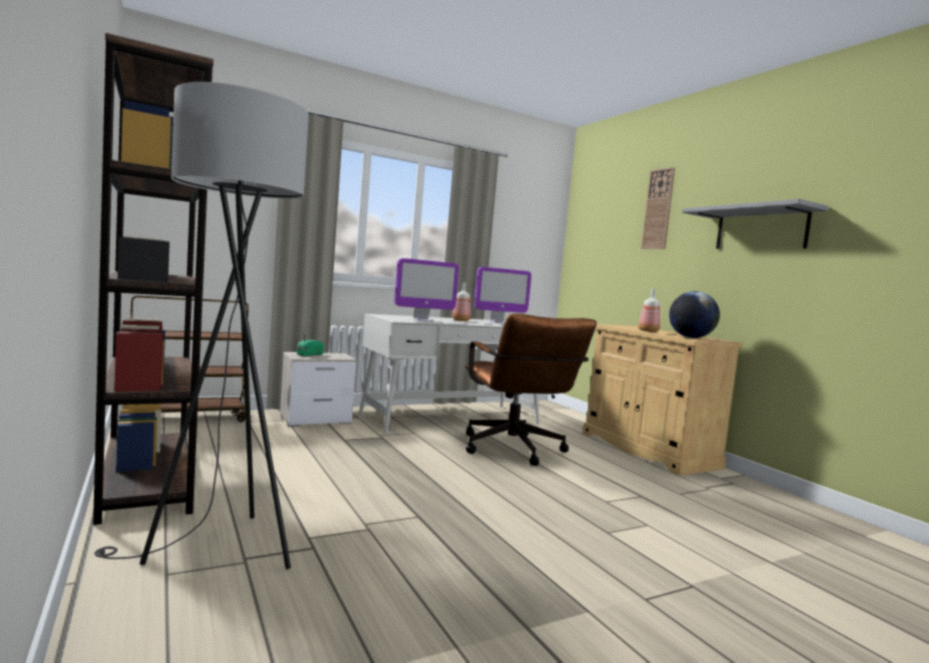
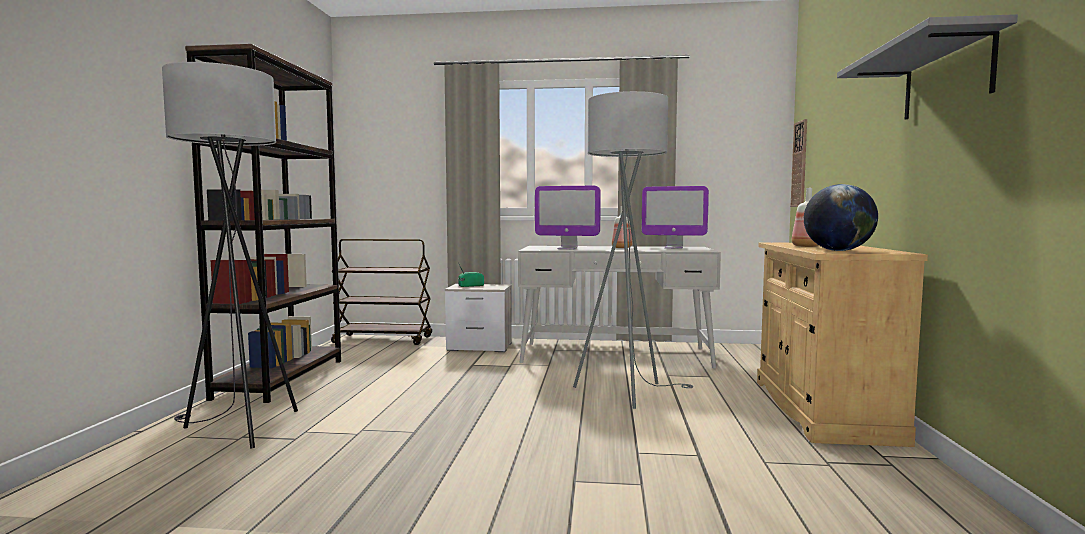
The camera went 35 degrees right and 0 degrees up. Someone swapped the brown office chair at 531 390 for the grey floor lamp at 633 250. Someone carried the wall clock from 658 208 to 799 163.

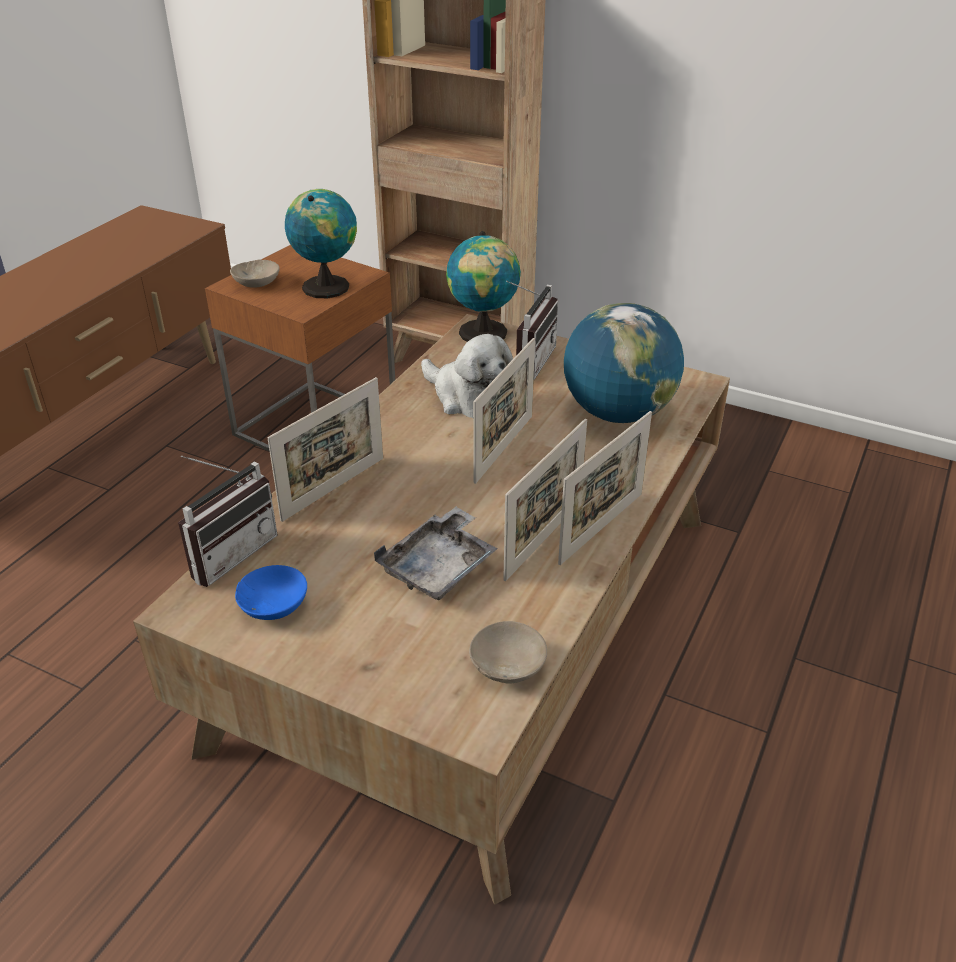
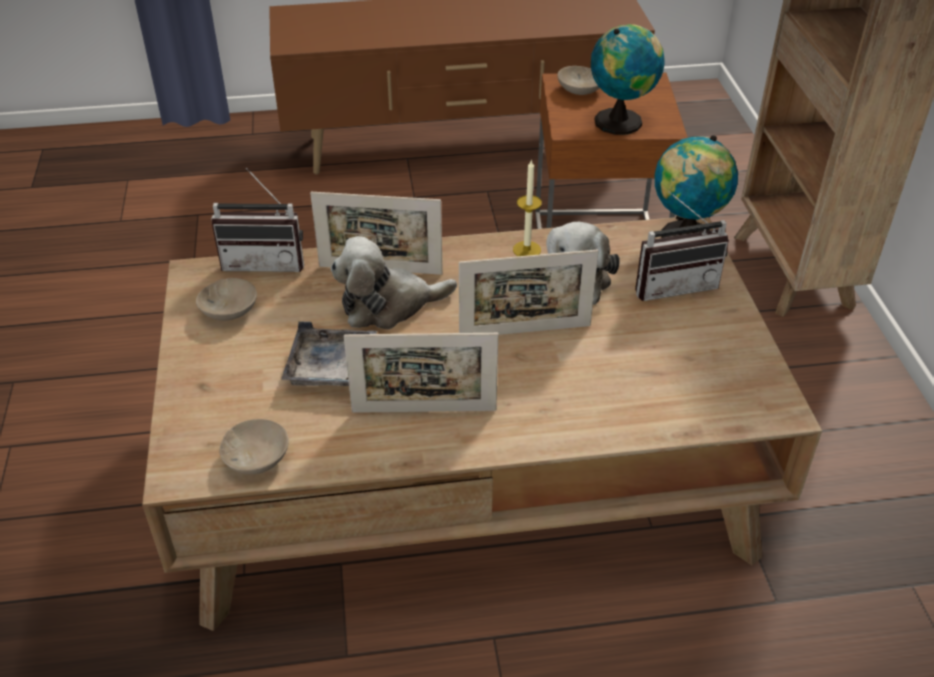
The camera went 55 degrees right and 5 degrees up. Someone repainted the blue bowl at 271 592, which became the beige bowl at 226 299. Someone took away the picture frame at 605 488. Someone took away the globe at 624 363. Someone put down the plush toy at 394 282. Someone put down the candle at 527 207.

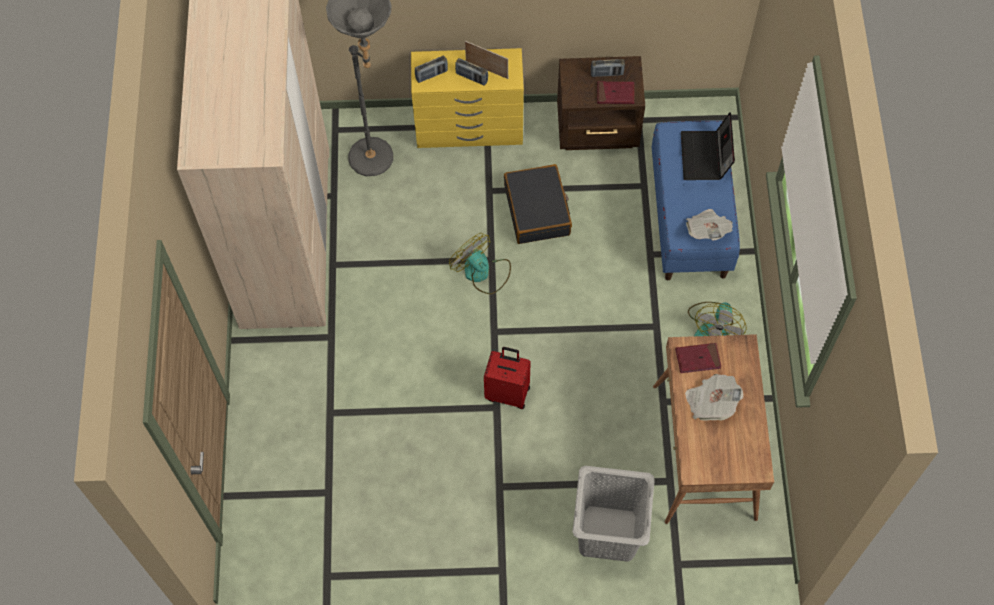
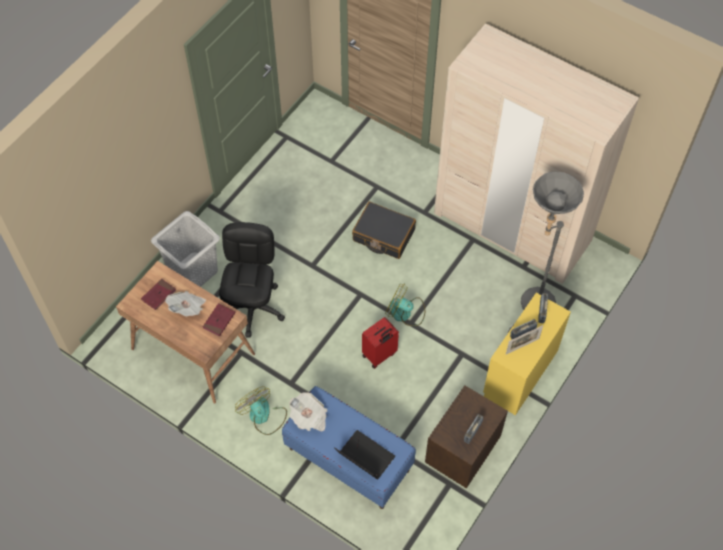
The camera went 125 degrees right and 5 degrees down. Someone rotated the fan at 480 263 by 150 degrees counterclockwise. Someone carried the red suitcase from 507 378 to 380 343. Someone carried the black suitcase from 538 204 to 384 230. Someone carried the red book from 616 92 to 158 294. Someone put down the black office chair at 252 280.

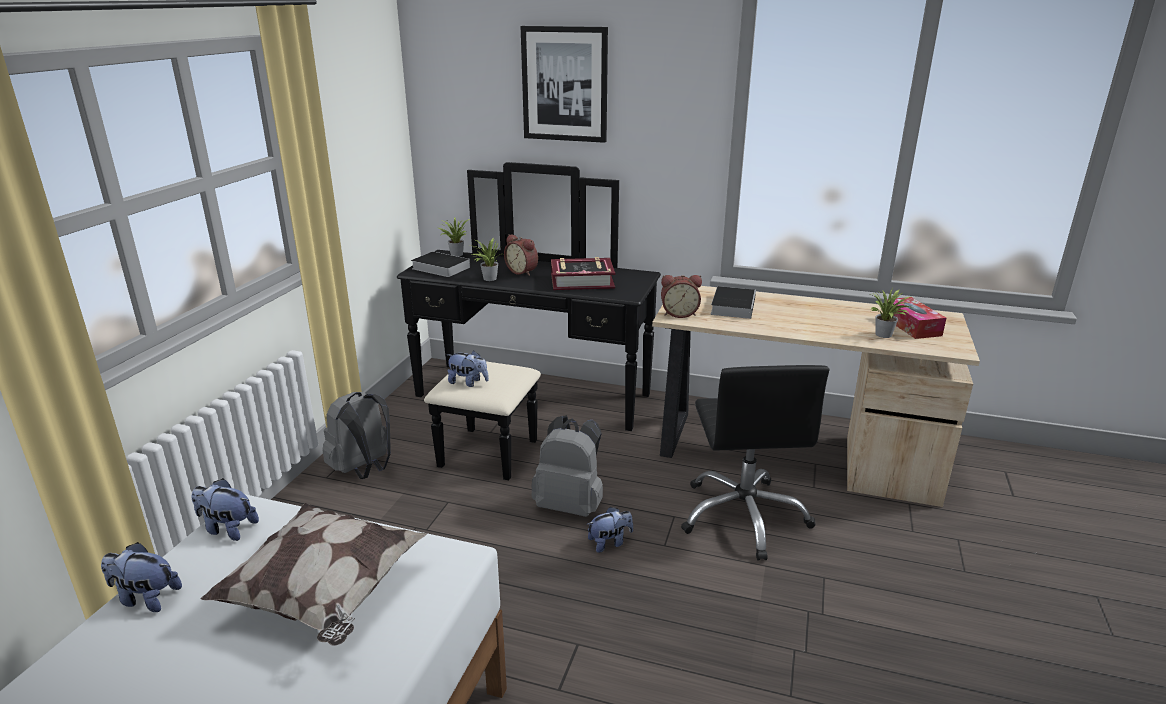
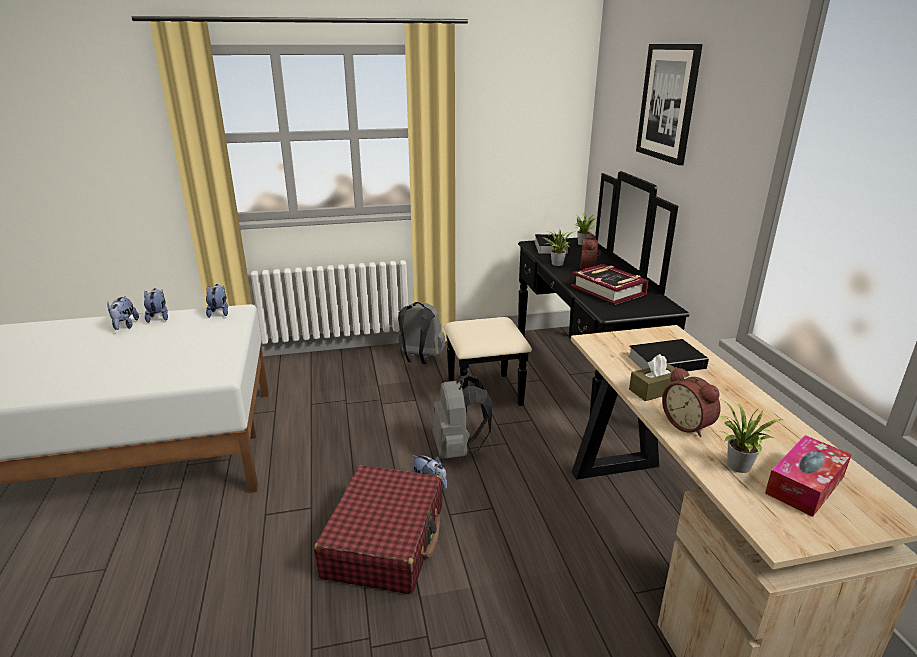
The camera went 60 degrees right and 0 degrees up. Someone took away the pillow at 314 574. Someone carried the plush toy from 468 369 to 123 313. Someone carried the alarm clock from 681 296 to 691 402. Someone took away the black office chair at 755 463. Someone put down the red suitcase at 378 529. Someone put down the brown tissue box at 656 377.

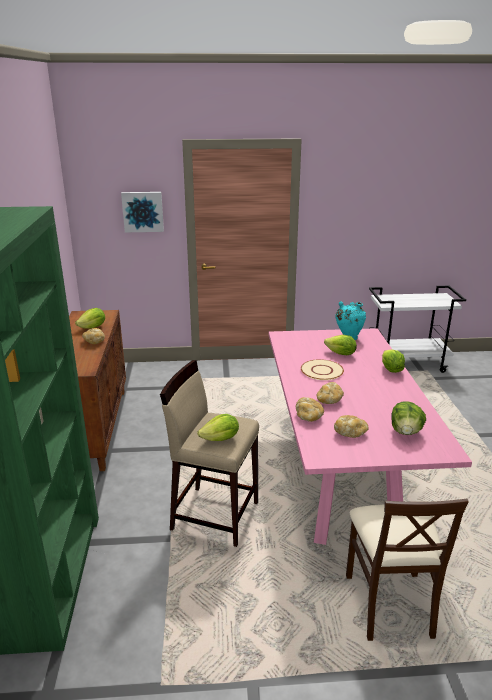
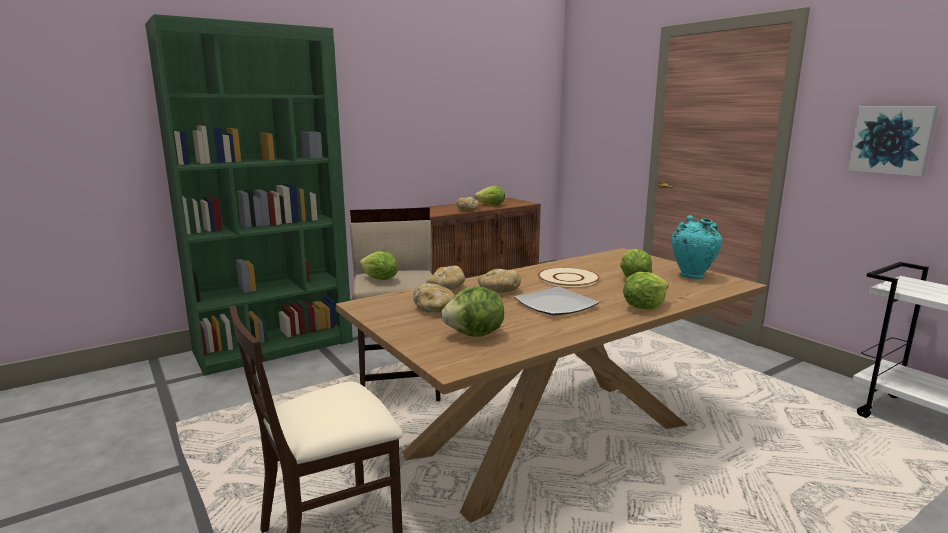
The camera went 60 degrees right and 10 degrees down. Someone carried the picture from 142 212 to 893 141. Someone repainted the pink dining table at 370 436, which became the brown dining table at 551 385. Someone put down the plate at 556 300.

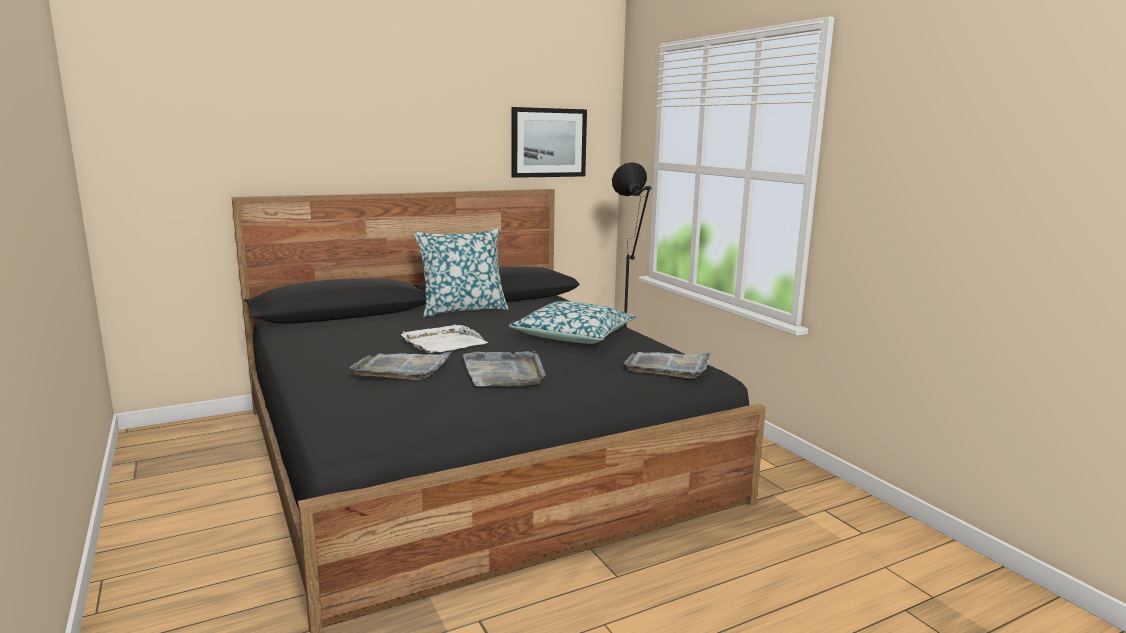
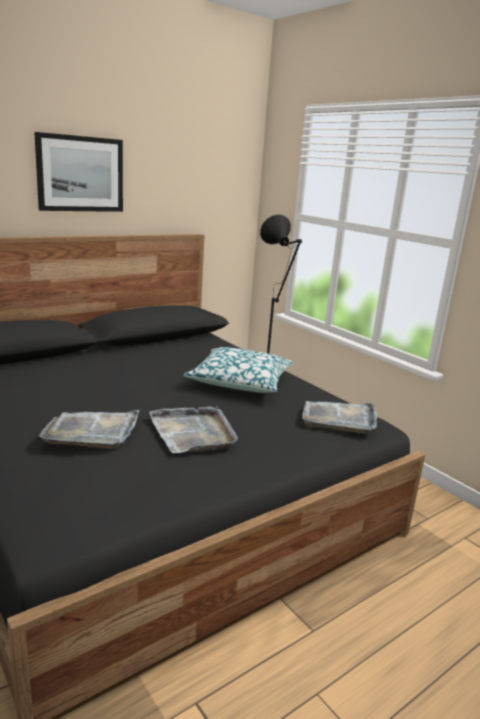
The camera went 10 degrees left and 5 degrees up. Someone took away the white tray at 444 339. Someone took away the pillow at 461 272. Someone carried the picture from 549 142 to 78 172.

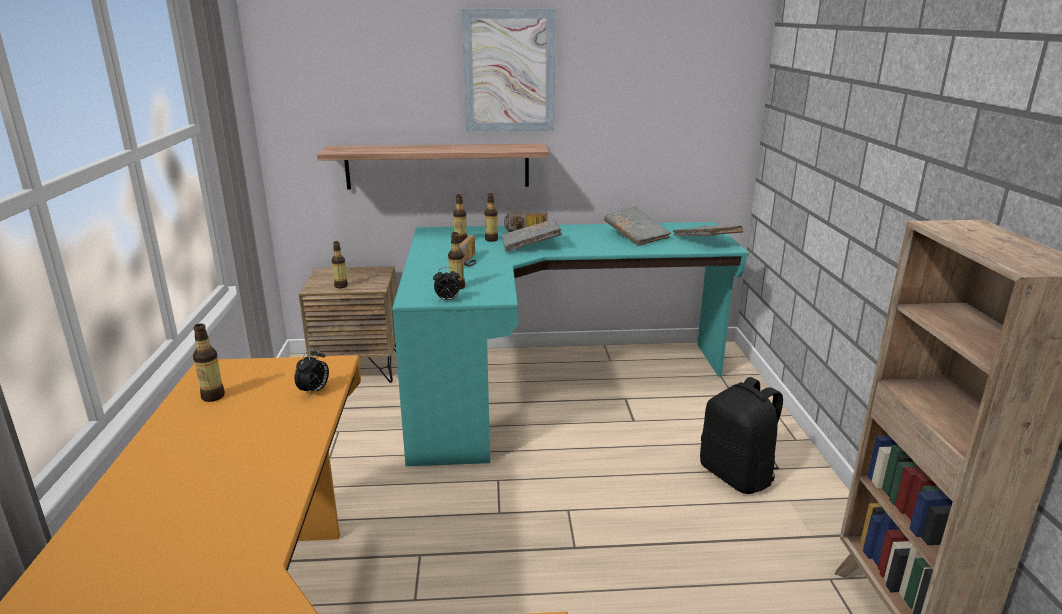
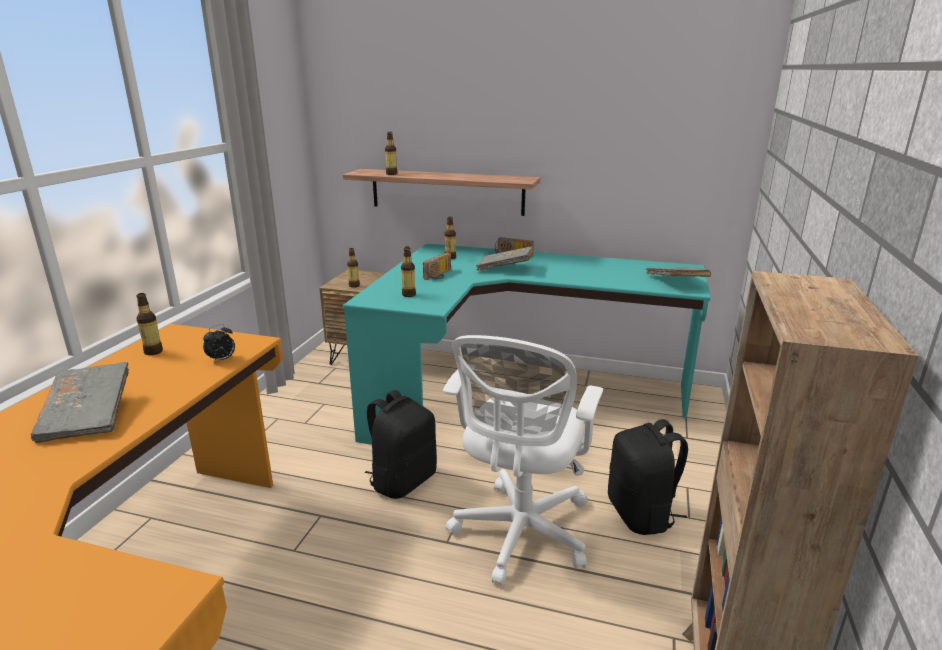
The camera went 20 degrees right and 0 degrees up. Someone took away the alarm clock at 446 284. Someone took away the picture at 509 70. Someone carried the bottle from 491 217 to 391 153. Someone carried the grey book from 637 226 to 80 402. Someone put down the black backpack at 401 444. Someone put down the white office chair at 523 460.

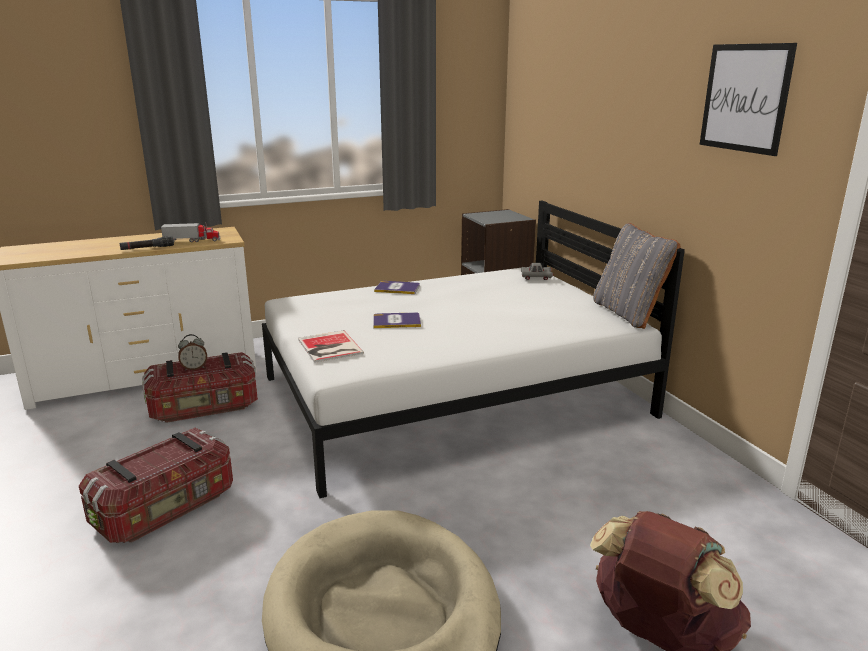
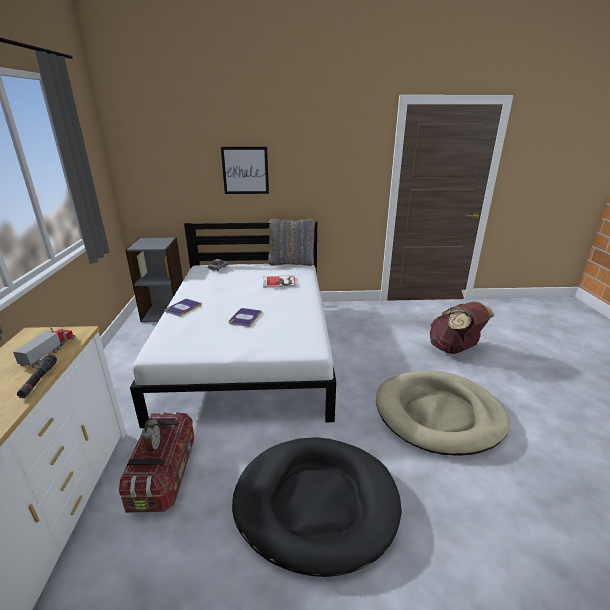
The camera went 70 degrees left and 5 degrees up. Someone swapped the storage box at 156 485 for the black dog bed at 317 507. Someone carried the book from 331 346 to 279 281. Someone carried the picture from 748 99 to 245 170.

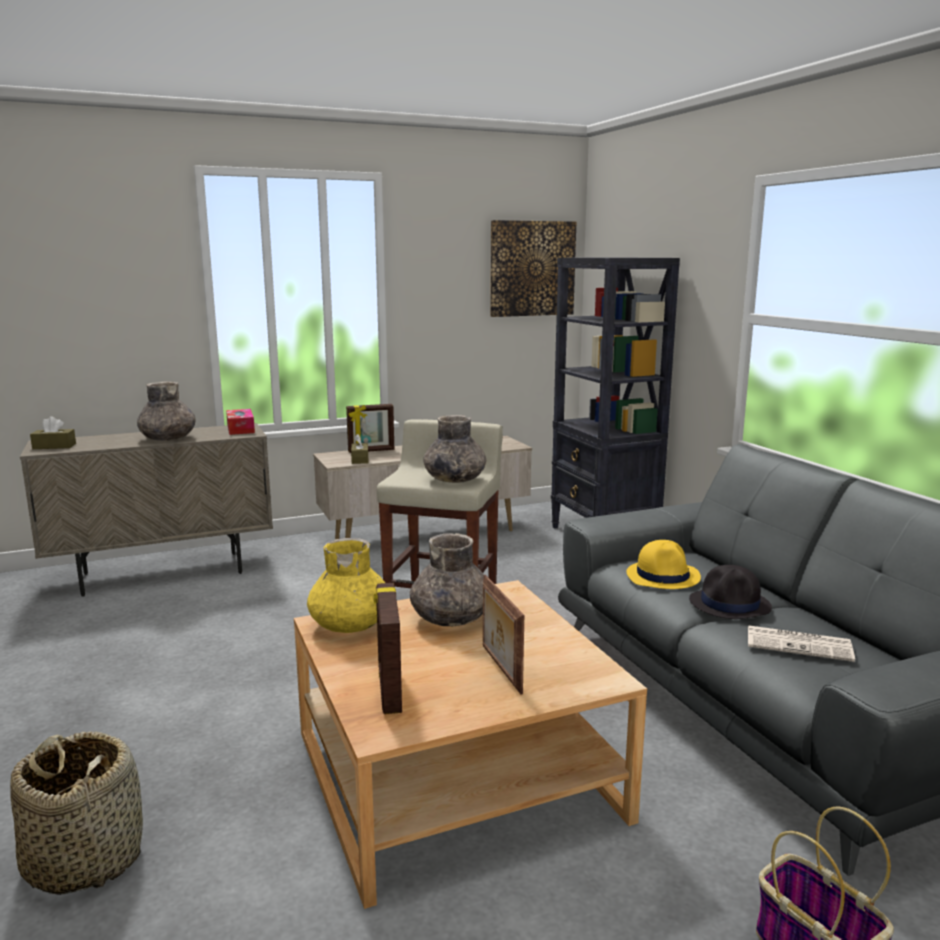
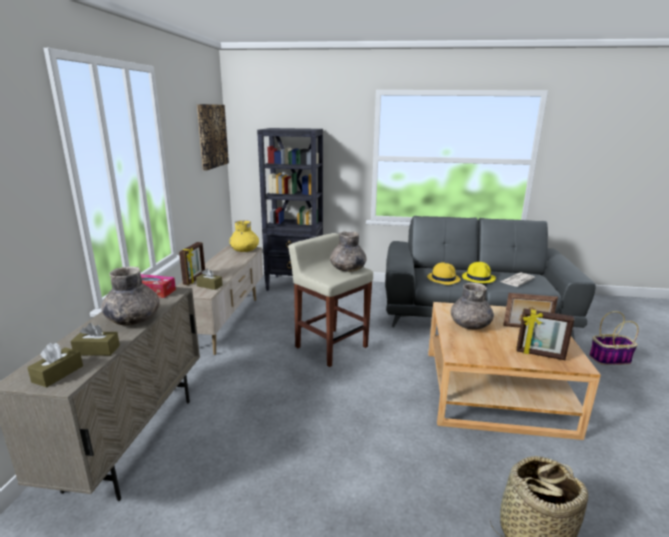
The camera went 60 degrees left and 5 degrees up. Someone carried the yellow vase from 346 585 to 244 236. Someone repainted the black hat at 730 592, which became the yellow hat at 479 272. Someone put down the brown tissue box at 95 339.

